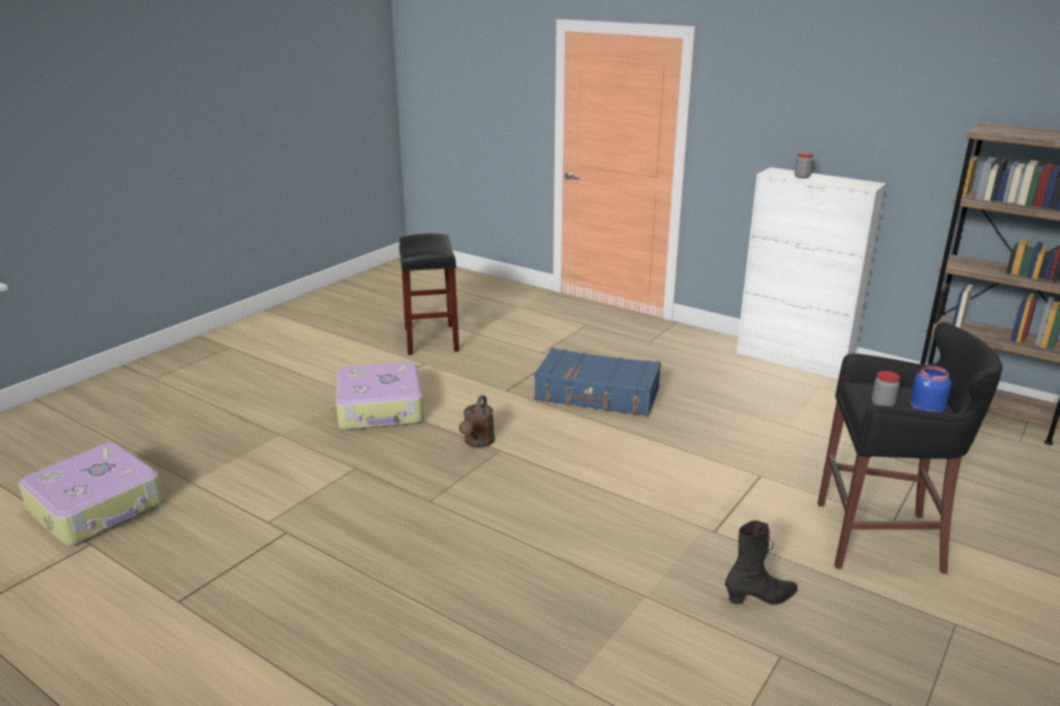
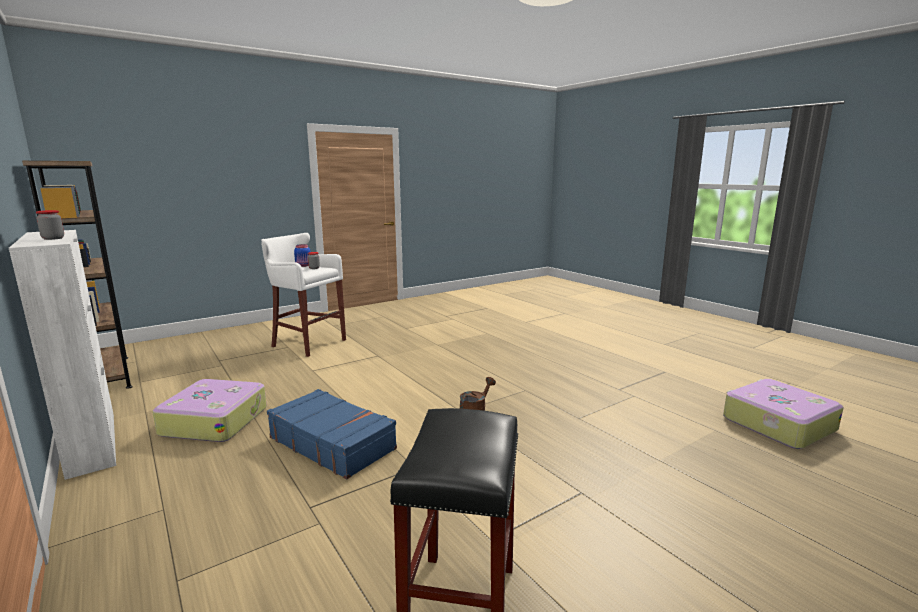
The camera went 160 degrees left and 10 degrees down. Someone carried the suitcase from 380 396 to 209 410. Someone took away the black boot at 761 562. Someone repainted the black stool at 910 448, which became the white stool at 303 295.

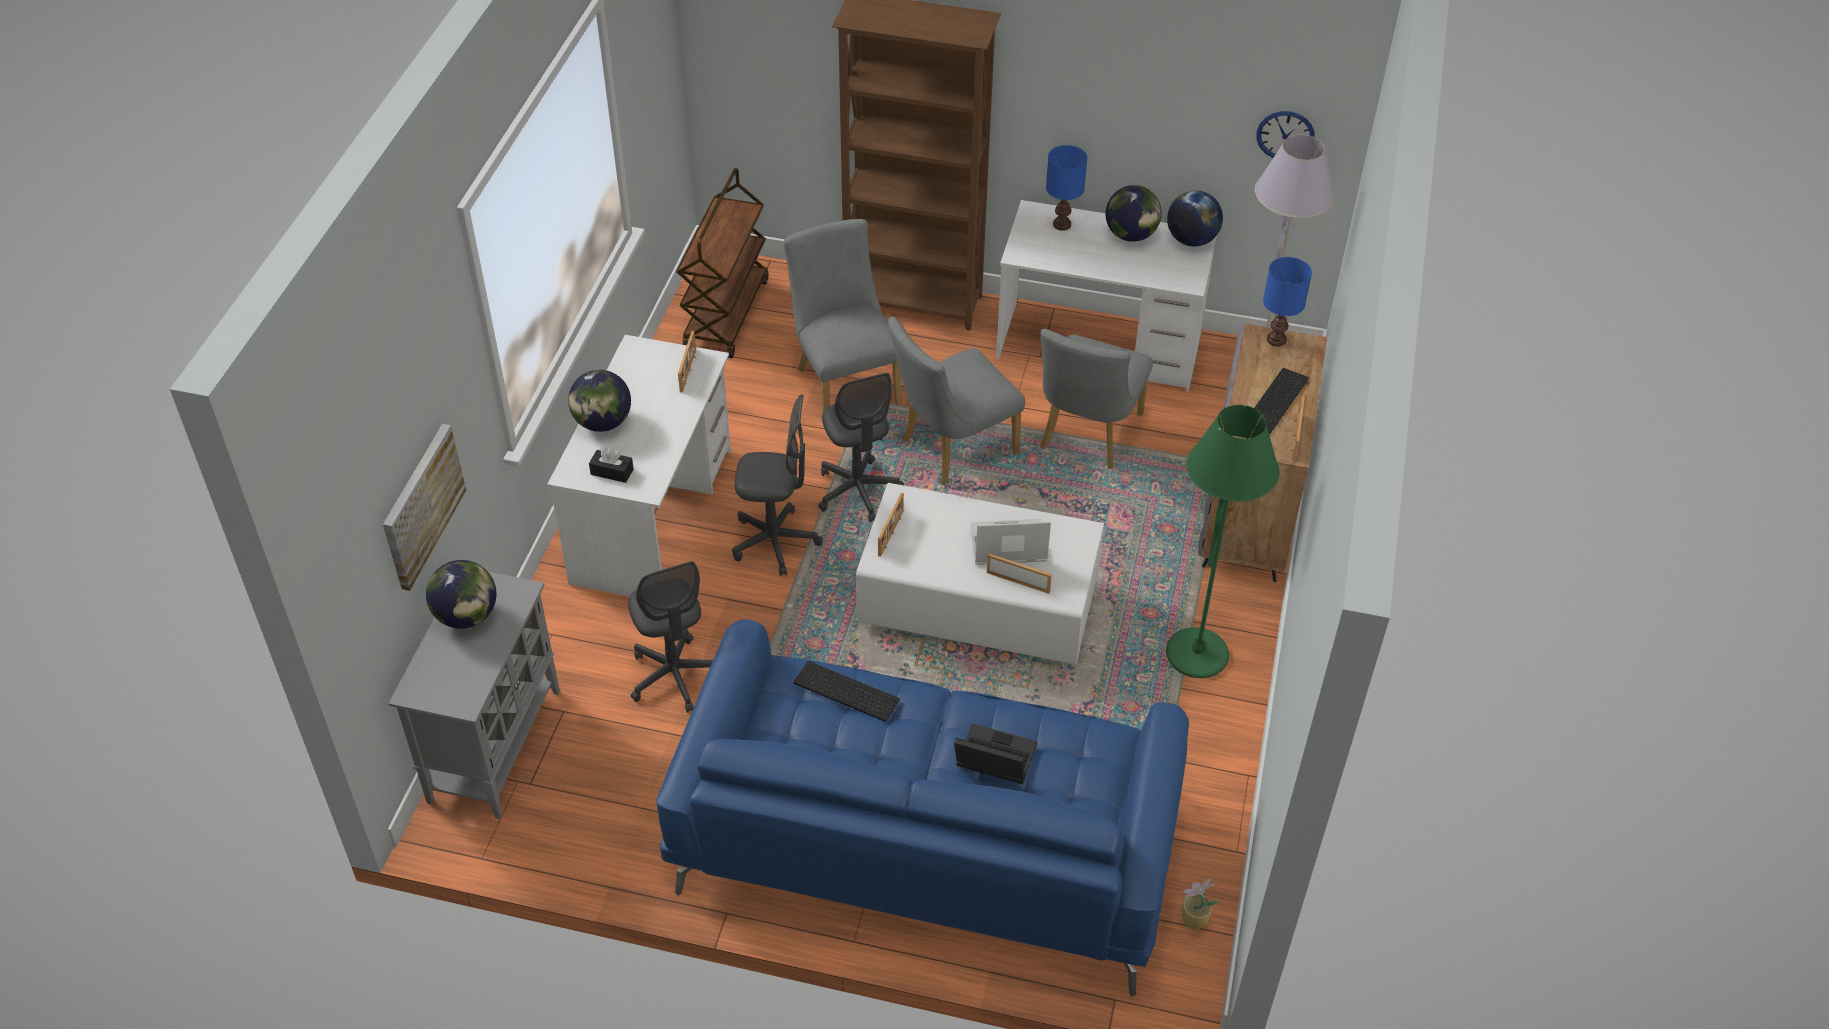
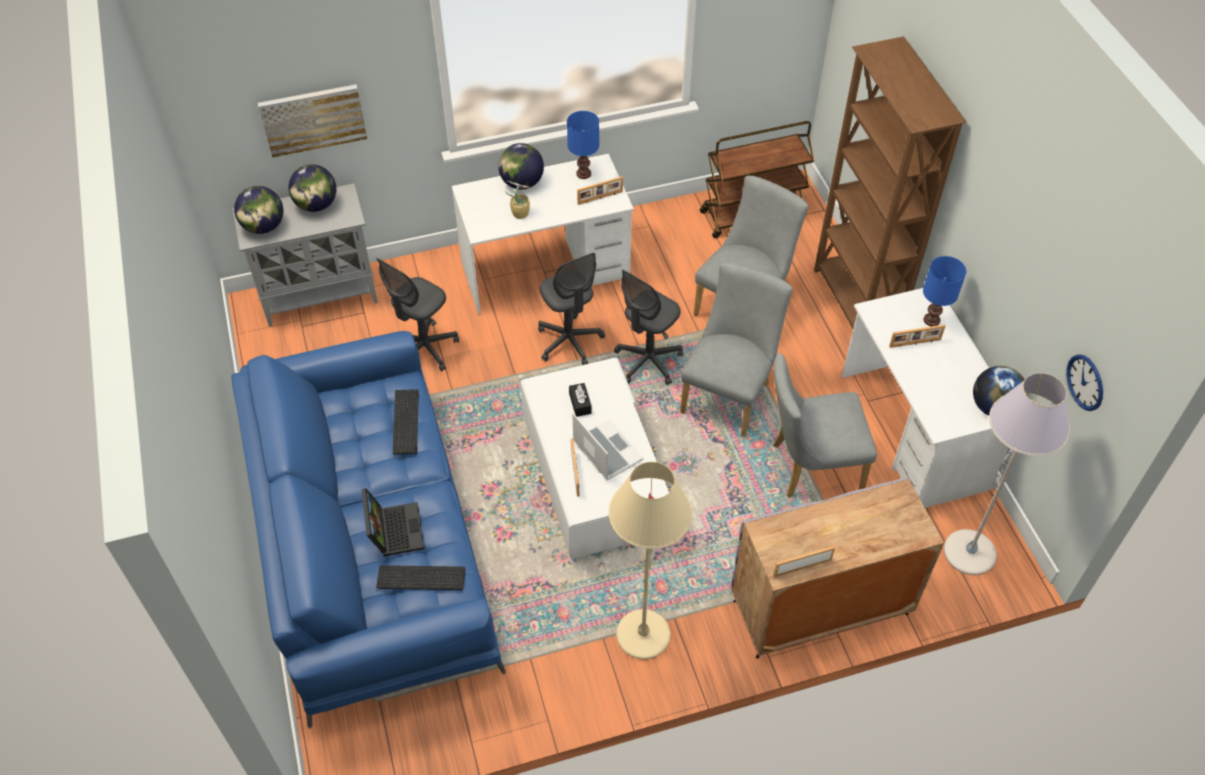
The camera went 60 degrees right and 5 degrees up. Someone carried the black tissue box from 611 465 to 580 400. Someone carried the picture frame from 891 525 to 917 336. Someone rotated the grey chair at 956 401 by 90 degrees clockwise. Someone carried the globe from 1134 213 to 258 210. Someone repainted the green floor lamp at 1222 541, which became the beige floor lamp at 650 560. Someone carried the potted plant from 1200 904 to 517 200. Someone carried the keyboard from 1281 401 to 420 577. Someone carried the blue table lamp from 1287 302 to 583 145.

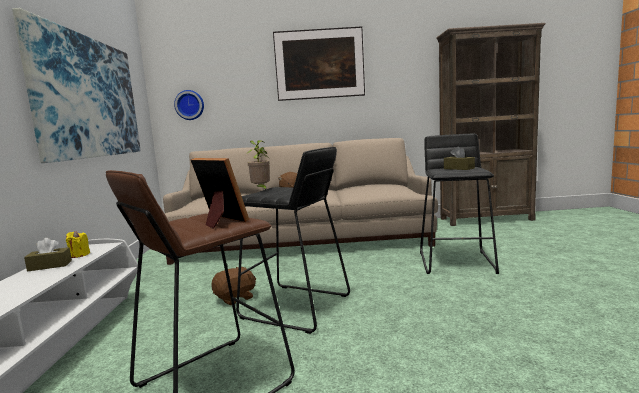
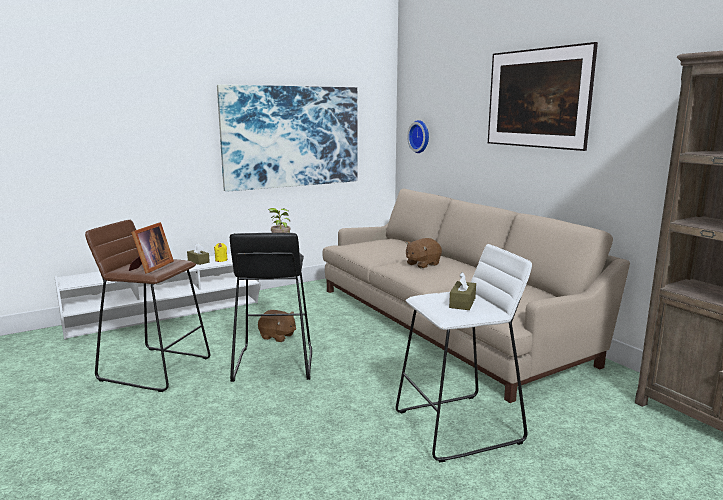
The camera went 60 degrees right and 5 degrees up. Someone repainted the black stool at 459 204, which became the white stool at 464 353.

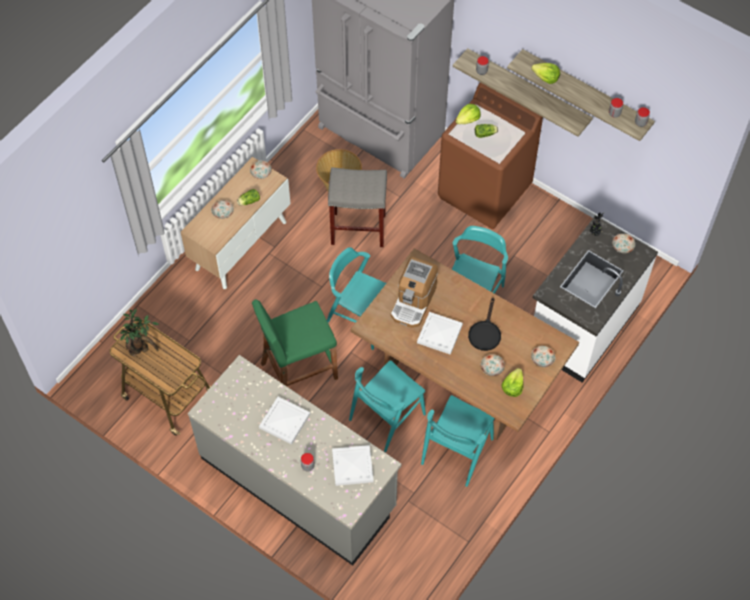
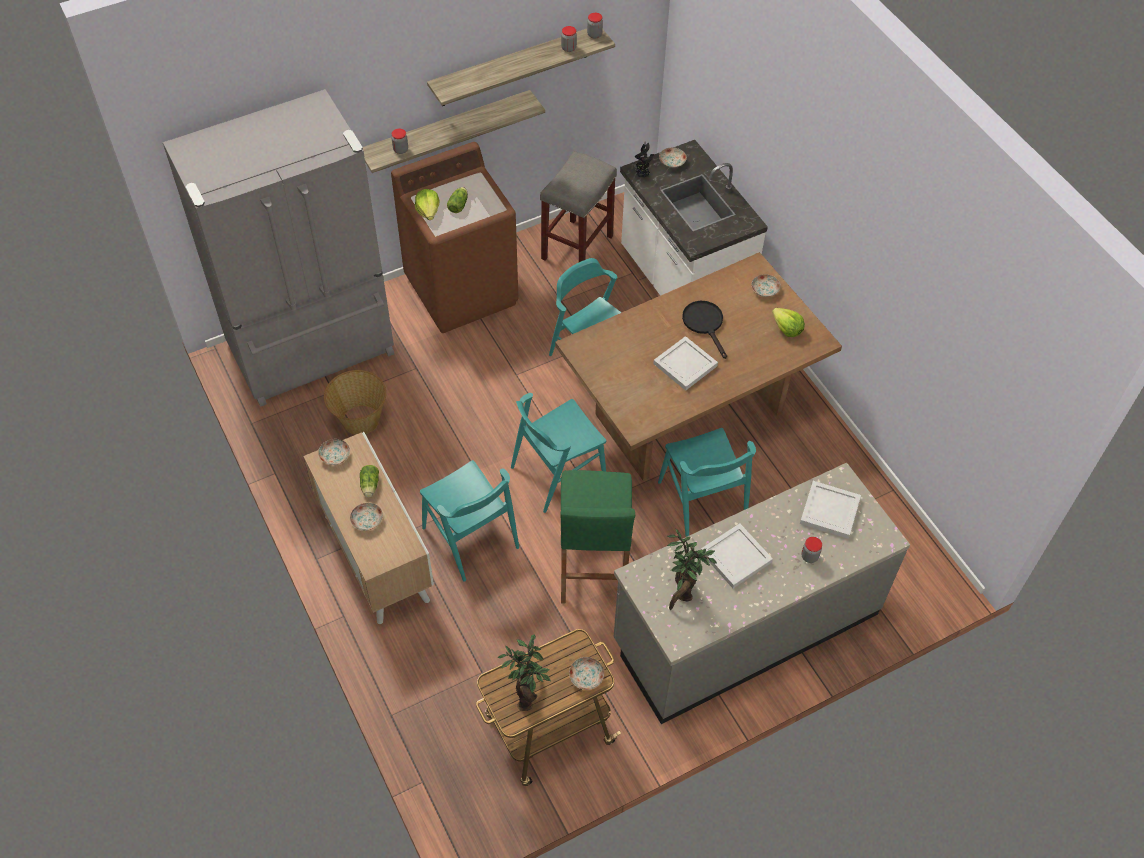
The camera went 65 degrees left and 5 degrees down. Someone carried the grey stool from 357 207 to 578 206. Someone took away the coffee machine at 414 292. Someone carried the turquoise chair from 458 441 to 469 520. Someone rotated the black frying pan at 484 324 by 150 degrees counterclockwise. Someone carried the plate from 493 365 to 586 673. Someone took away the lettuce at 545 73. Someone put down the potted plant at 692 569.

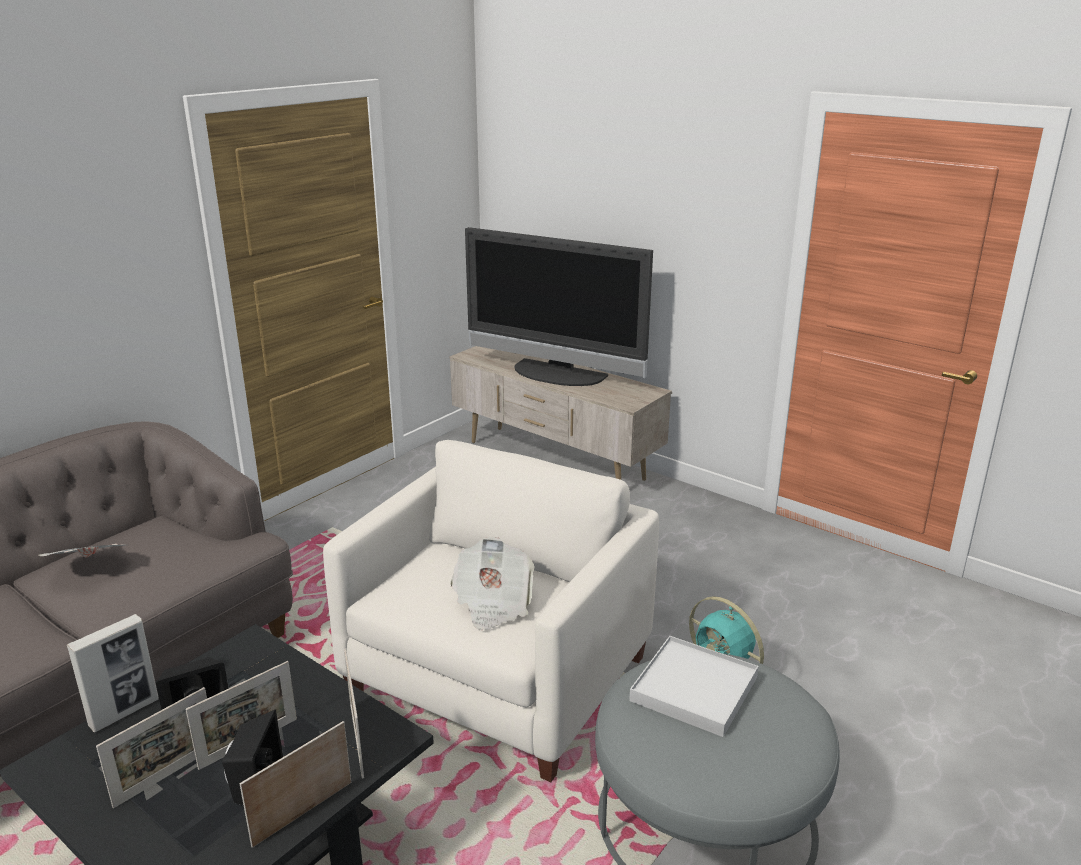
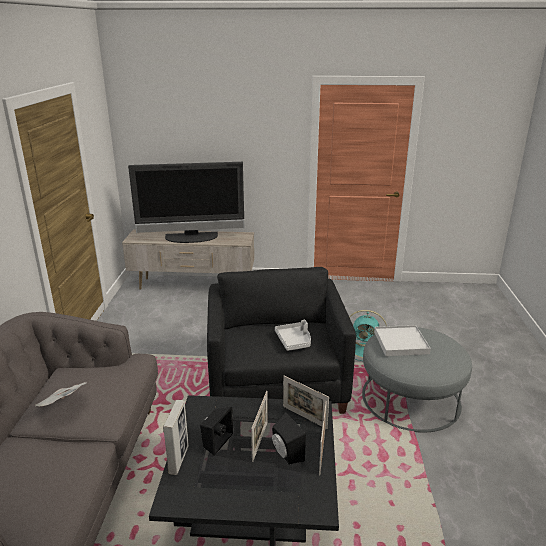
The camera went 35 degrees left and 0 degrees up. Someone took away the picture frame at 151 747. Someone repainted the white armchair at 491 611, which became the black armchair at 281 340. Someone swapped the newspaper at 492 583 for the grey tray at 293 335.

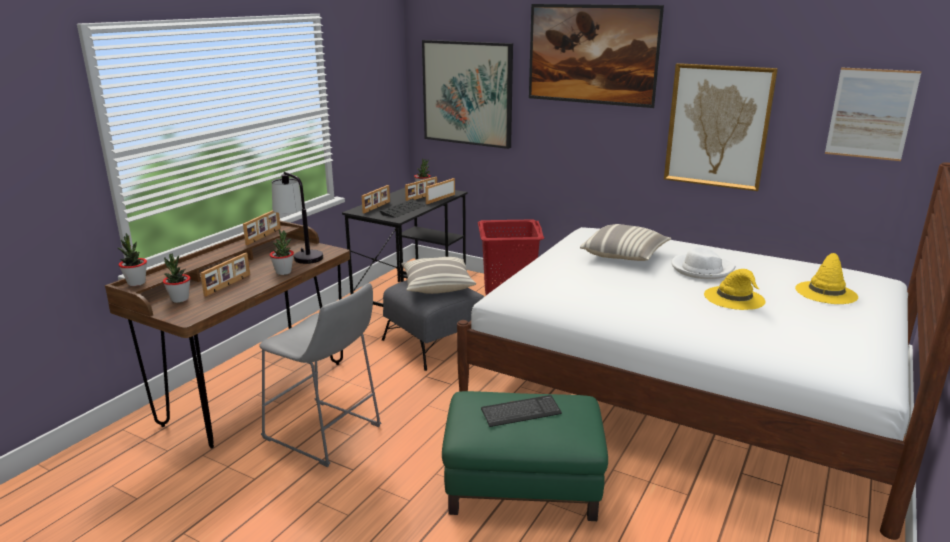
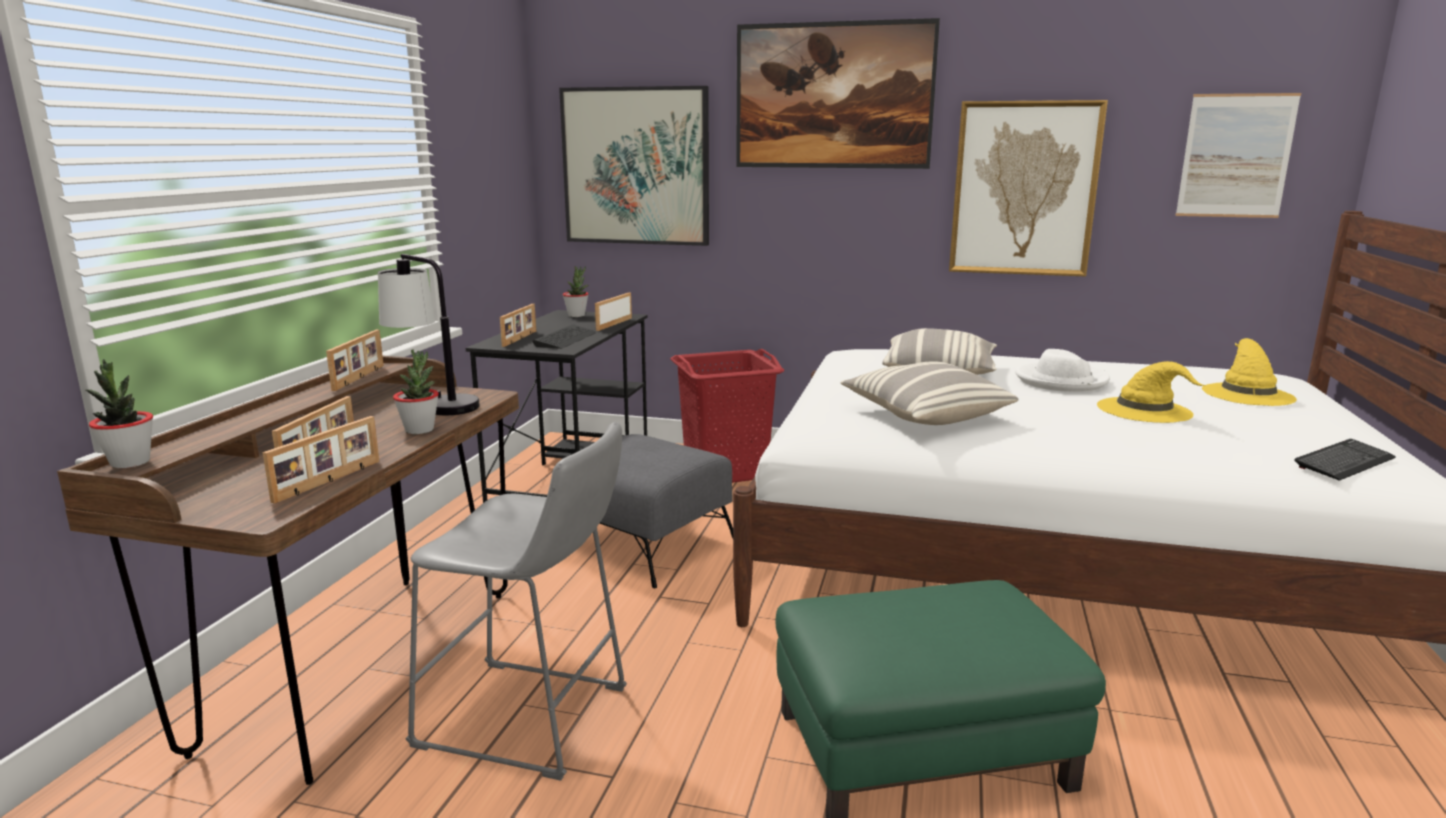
The camera went 15 degrees left and 5 degrees down. Someone took away the potted plant at 176 278. Someone carried the pillow from 438 275 to 929 393. Someone carried the picture frame from 421 189 to 321 460. Someone carried the keyboard from 521 411 to 1345 460.

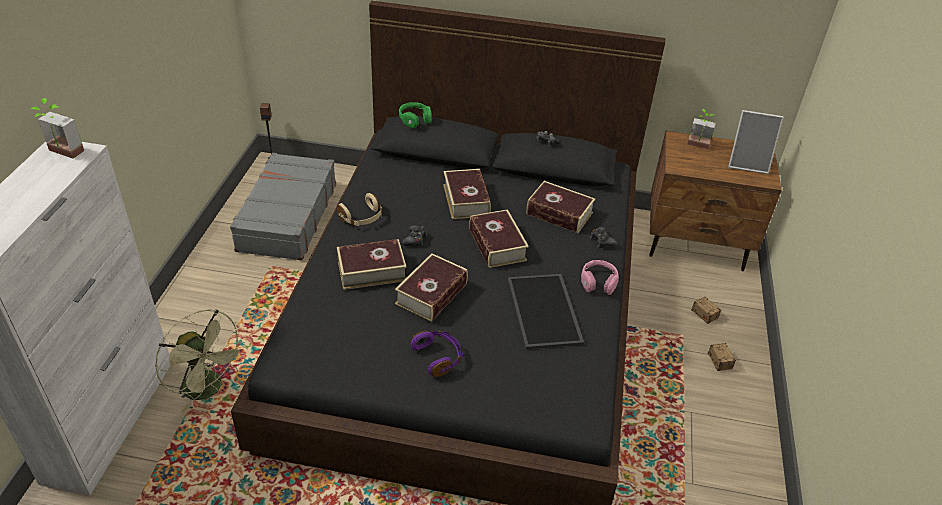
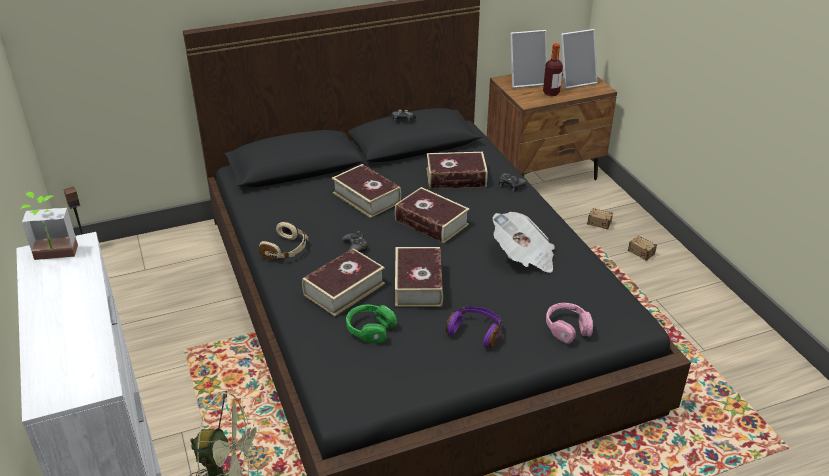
The camera went 30 degrees left and 5 degrees down. Someone took away the grey suitcase at 283 207. Someone carried the green headphones from 415 115 to 371 324. Someone swapped the tray at 546 311 for the newspaper at 524 242. Someone carried the pink headphones from 600 277 to 569 323. Someone swapped the potted plant at 702 129 for the picture frame at 528 59. Someone put down the bottle at 553 69.

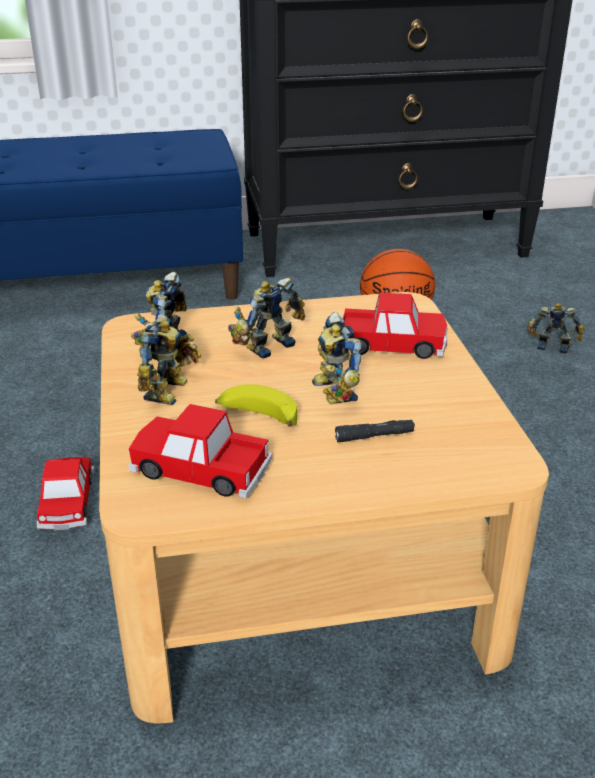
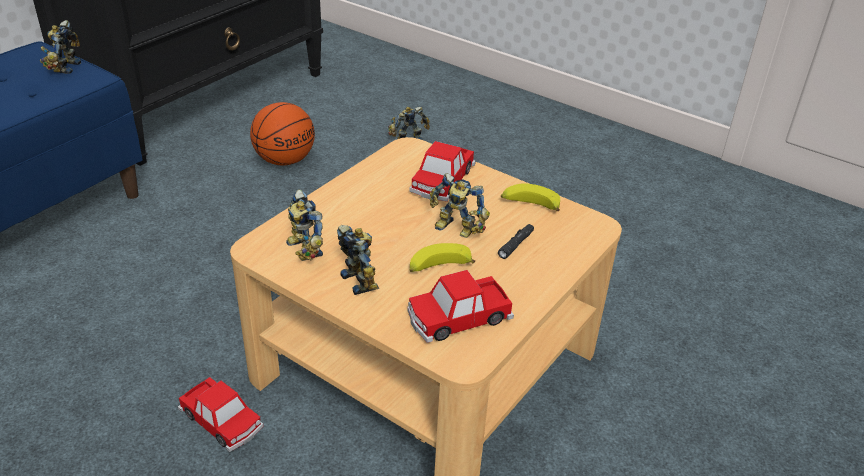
The camera went 45 degrees left and 5 degrees up. Someone carried the toy robot from 266 318 to 60 47. Someone rotated the toy car at 395 326 by 150 degrees clockwise. Someone put down the banana at 530 197.

